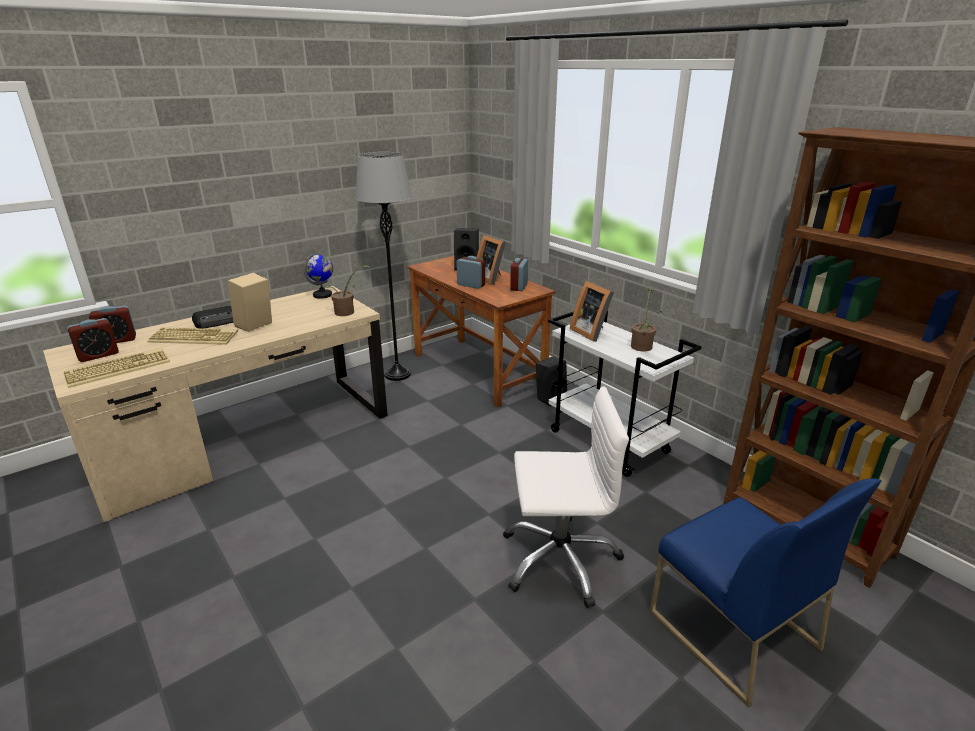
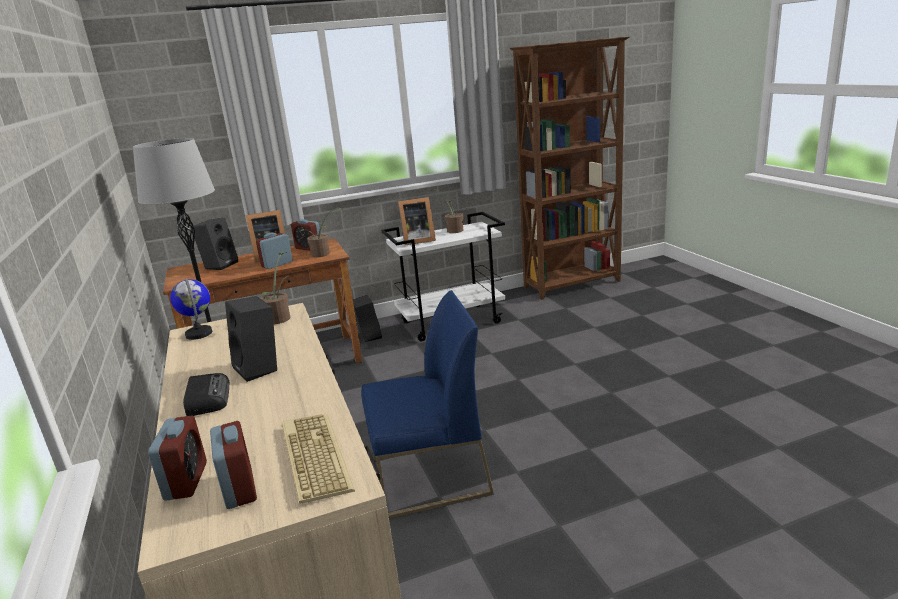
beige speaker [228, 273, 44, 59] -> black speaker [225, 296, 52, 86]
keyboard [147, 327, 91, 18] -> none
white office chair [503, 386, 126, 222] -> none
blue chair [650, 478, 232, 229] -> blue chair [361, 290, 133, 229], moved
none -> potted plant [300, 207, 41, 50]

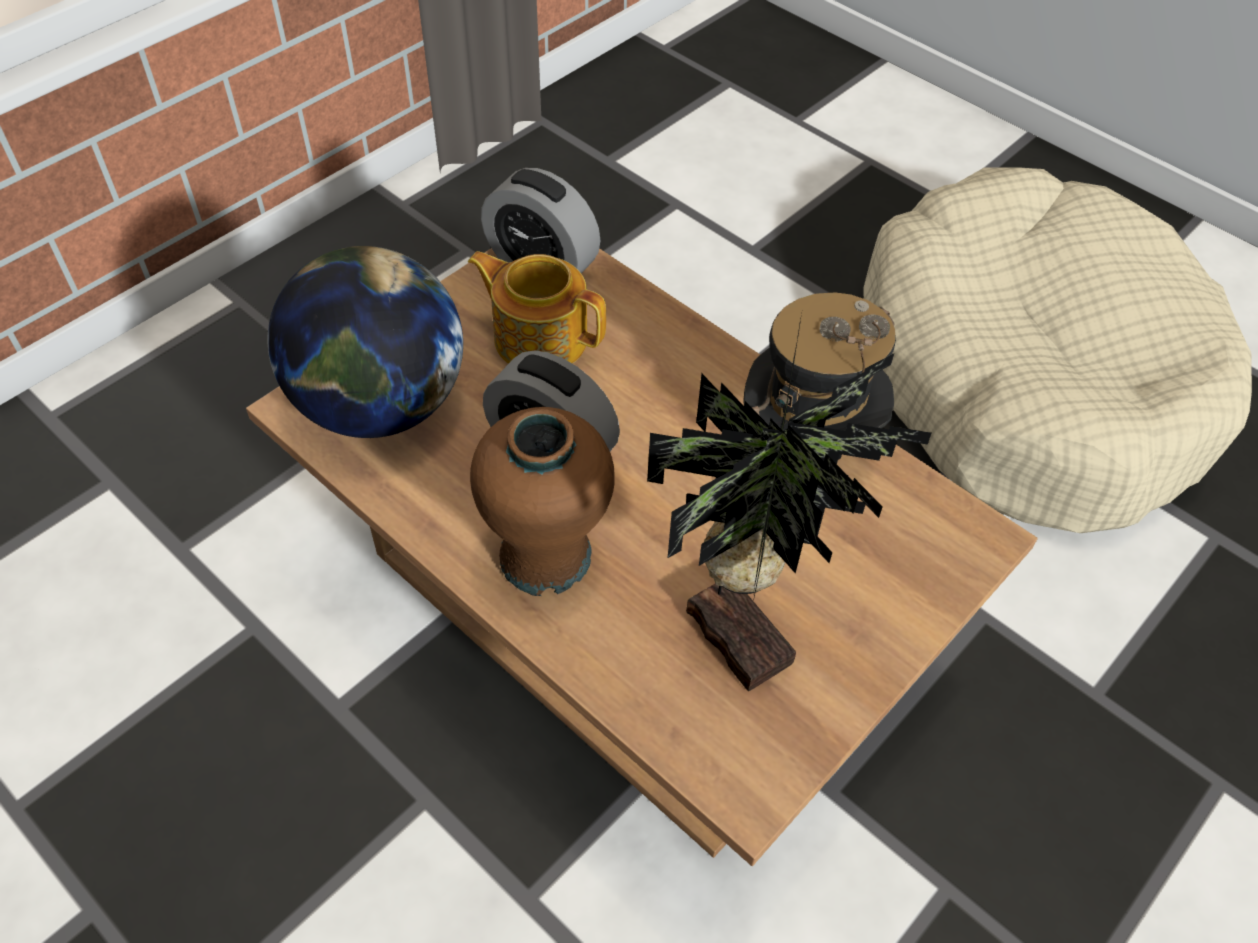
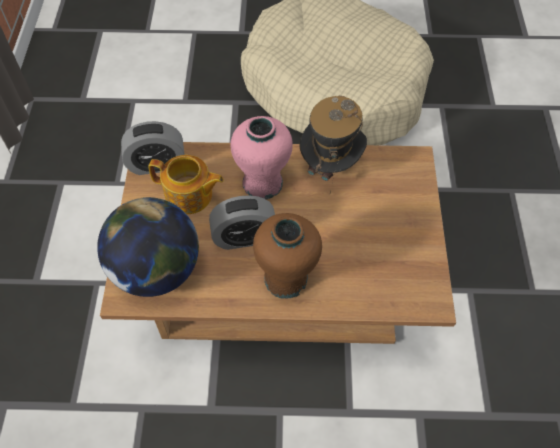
teapot [467, 251, 139, 113] -> teapot [148, 155, 76, 59], 150 degrees counterclockwise
potted plant [647, 314, 284, 378] -> none
none -> pink vase [231, 116, 62, 83]

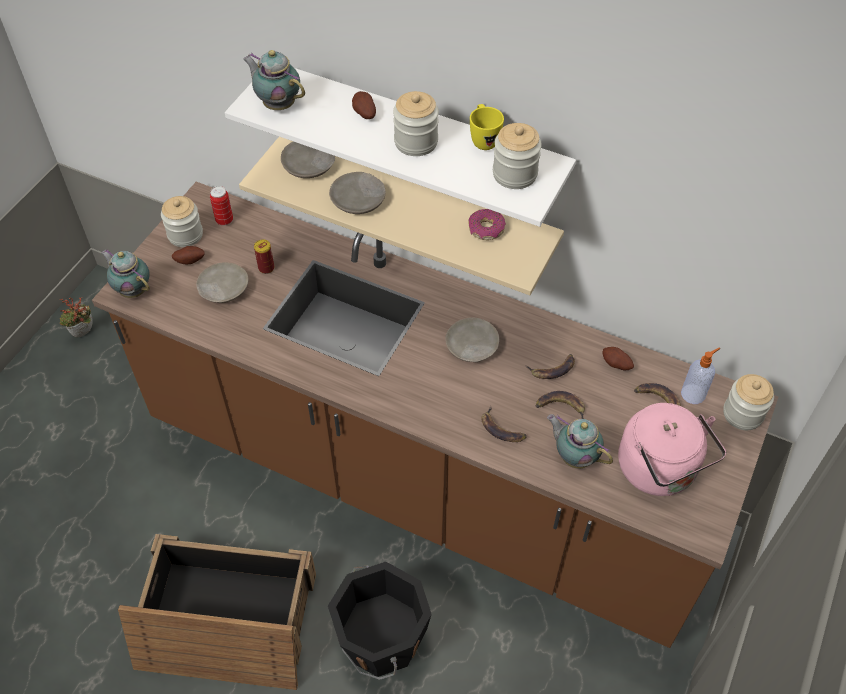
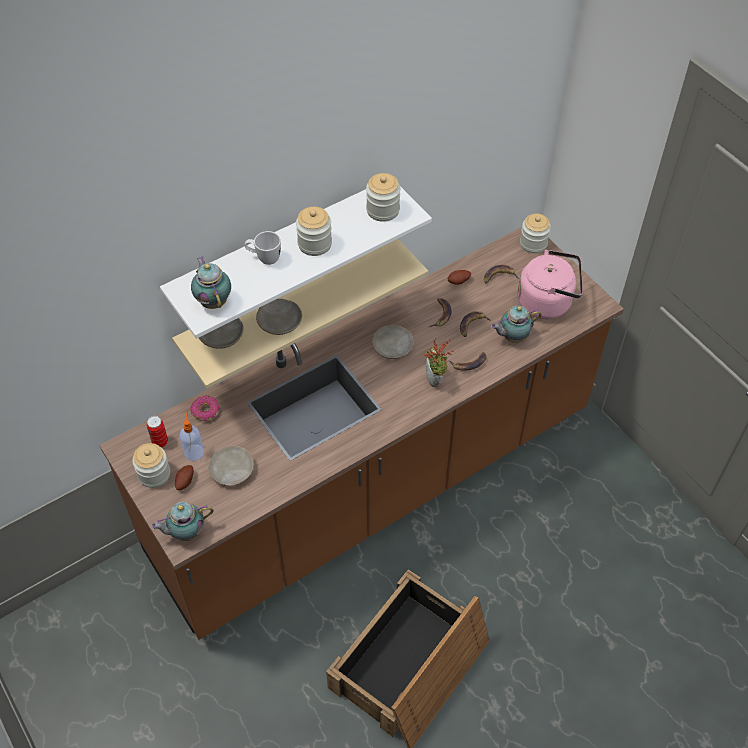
teapot [243, 50, 62, 60] -> teapot [191, 256, 40, 53], 90 degrees clockwise
potato [352, 91, 24, 28] -> white mug [245, 231, 36, 34]
yellow mug [470, 104, 34, 46] -> none
donut [468, 209, 38, 31] -> donut [190, 395, 30, 27], moved
can [254, 239, 20, 35] -> none
potted plant [60, 297, 33, 41] -> potted plant [424, 338, 30, 50], moved
soap dispenser [681, 347, 39, 57] -> soap dispenser [180, 412, 24, 49], moved
black bucket [328, 562, 104, 118] -> none

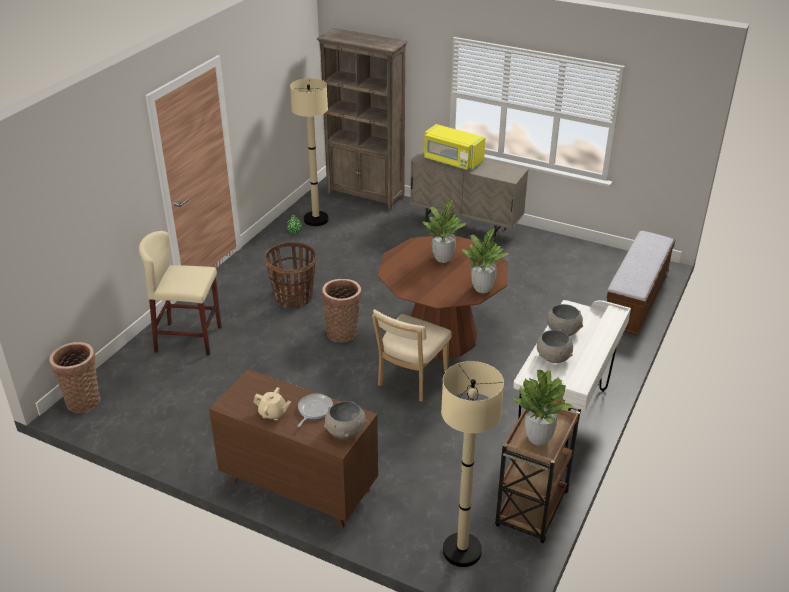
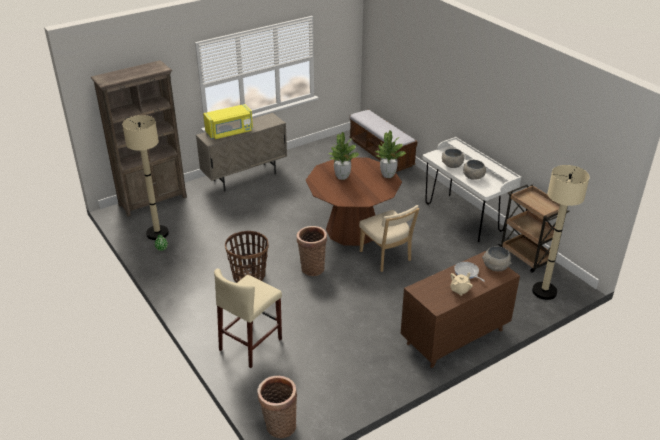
potted plant [513, 370, 60, 76] -> none

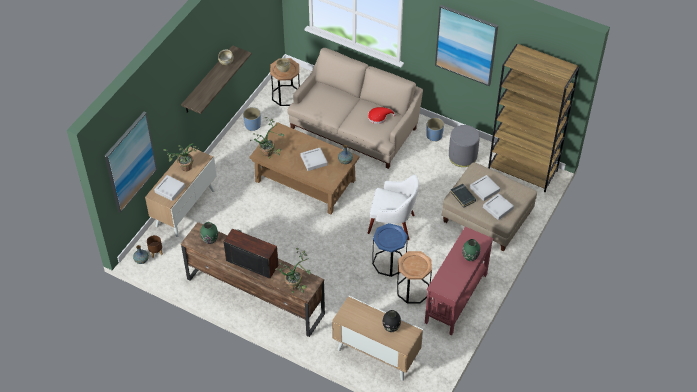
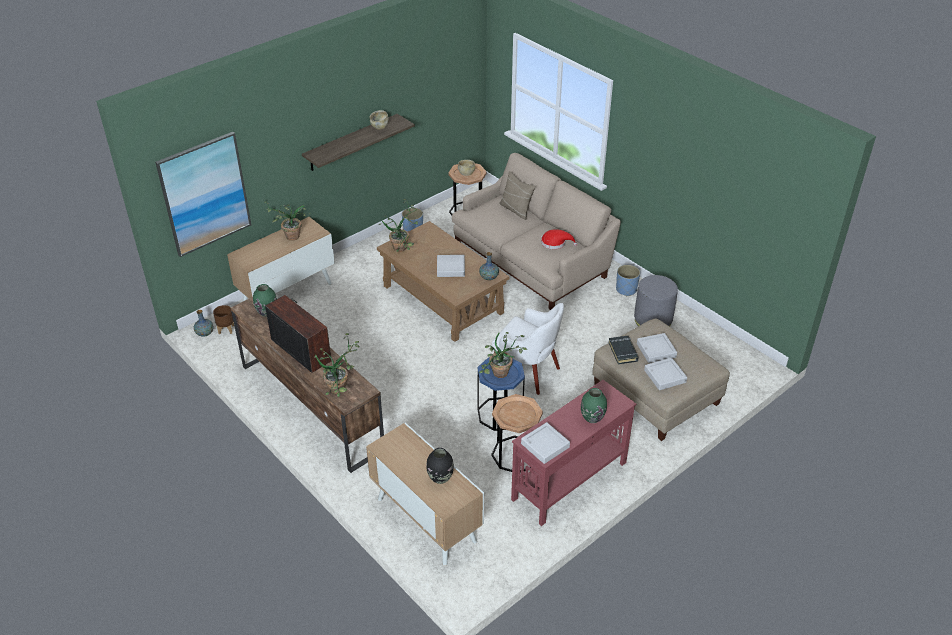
picture [435, 5, 63, 81] -> none
brown bookcase [488, 44, 91, 148] -> none
grey tray [154, 175, 31, 26] -> grey tray [521, 422, 49, 42], moved
none -> beige pillow [499, 171, 37, 49]
none -> potted plant [479, 332, 49, 46]

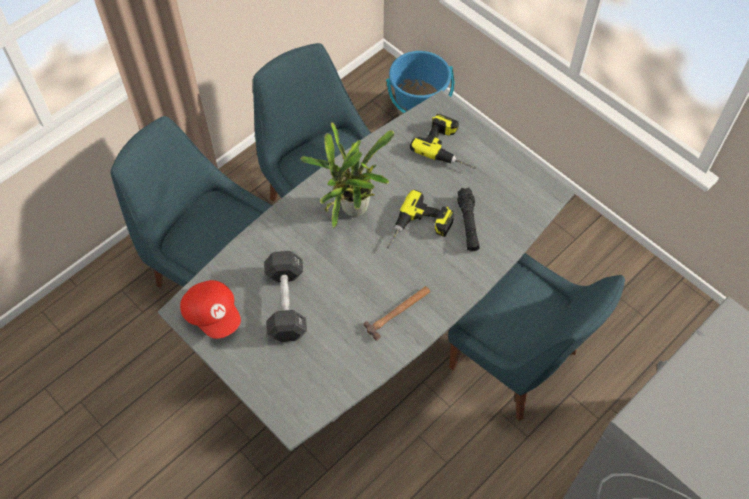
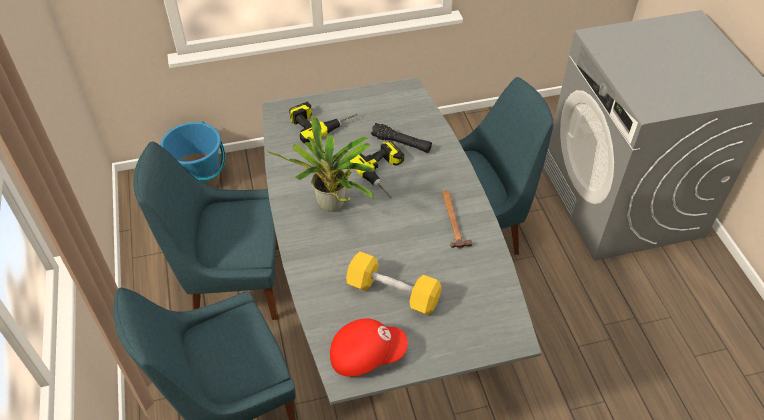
black dumbbell [264, 251, 43, 91] -> yellow dumbbell [346, 251, 96, 64]

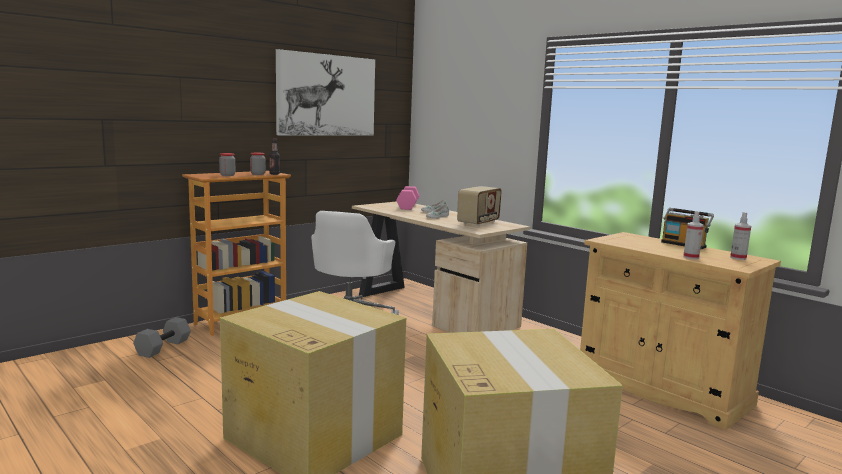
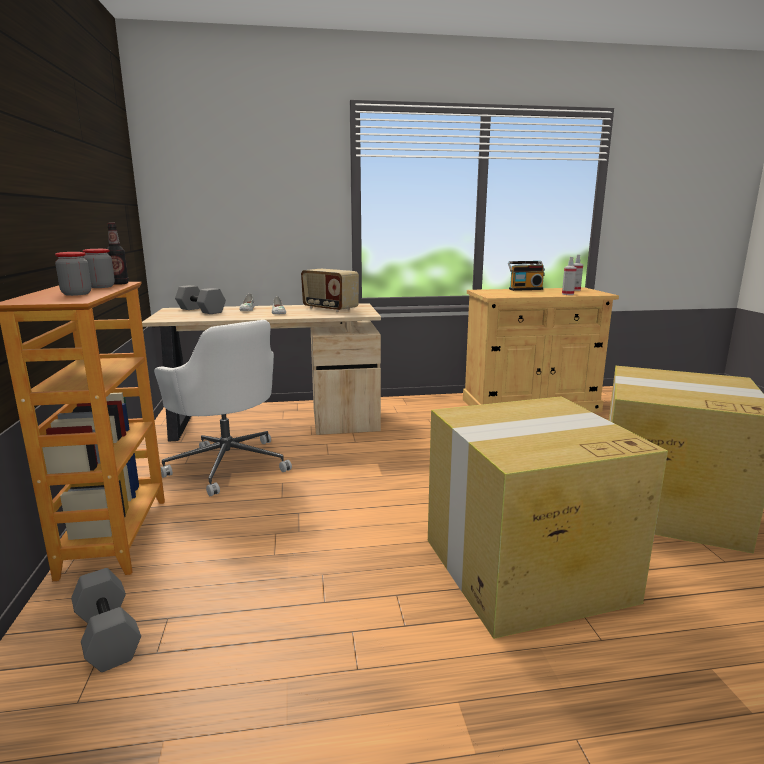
picture [276, 49, 99, 86] -> none
pink dumbbell [396, 186, 24, 24] -> grey dumbbell [175, 285, 51, 29]
radio [457, 186, 45, 40] -> radio [301, 269, 58, 43], 150 degrees clockwise

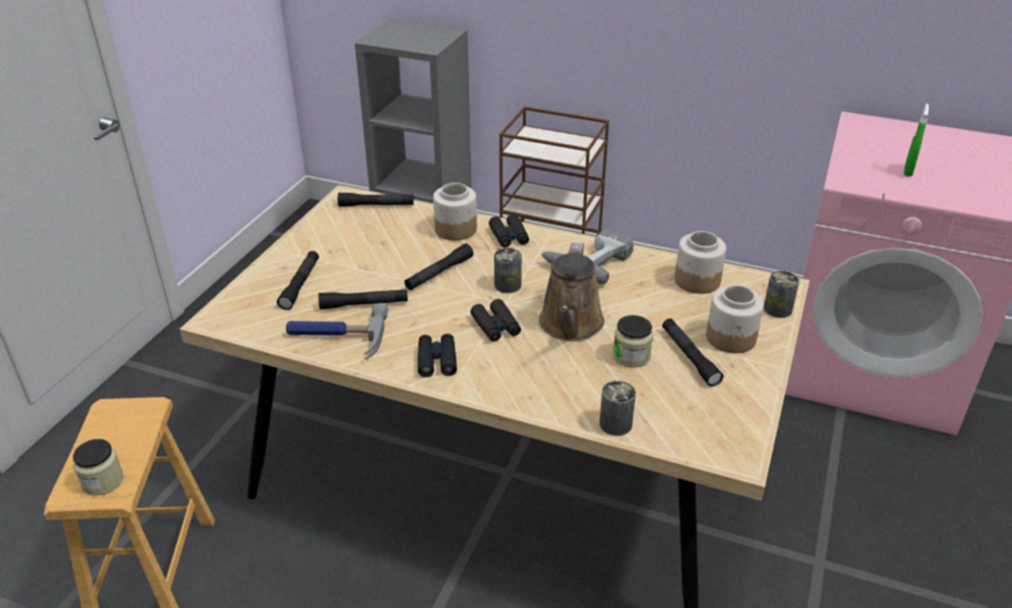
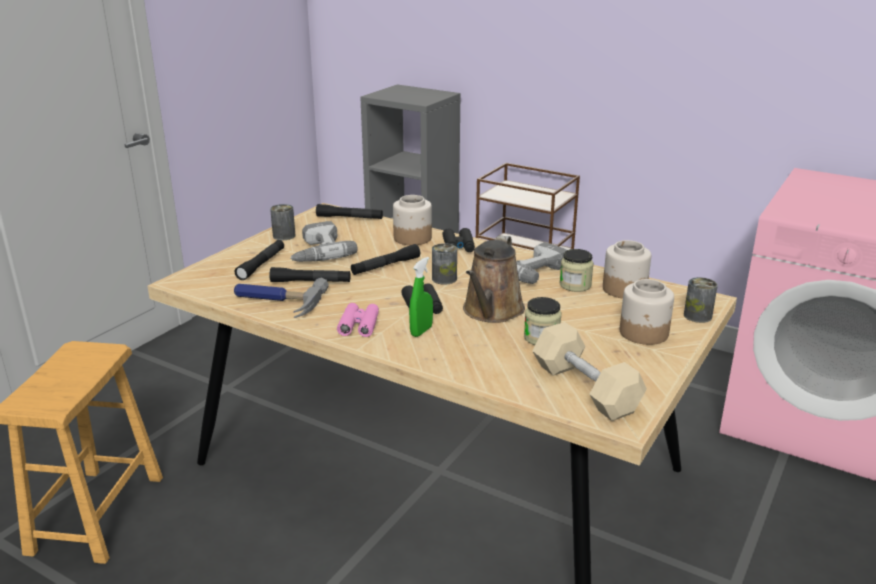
green spray bottle [904, 104, 25, 73] -> green spray bottle [409, 257, 24, 80], moved
black flashlight [662, 318, 61, 69] -> none
black binoculars [418, 334, 39, 43] -> pink binoculars [337, 303, 42, 34]
can [599, 381, 37, 55] -> can [270, 204, 25, 36], moved
jar [73, 439, 51, 57] -> jar [559, 249, 35, 43], moved
none -> power drill [290, 221, 67, 41]
none -> beige dumbbell [532, 322, 115, 99]

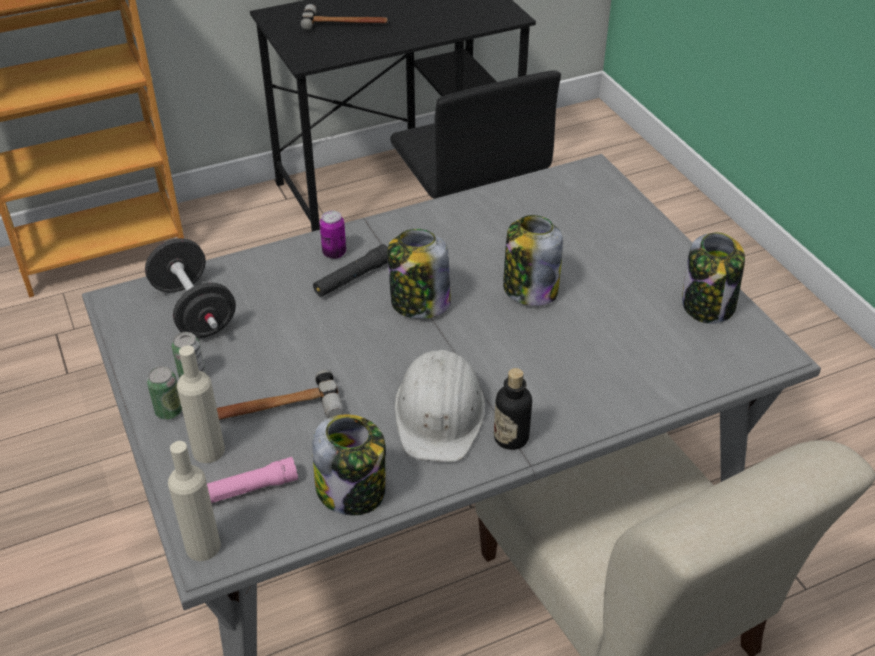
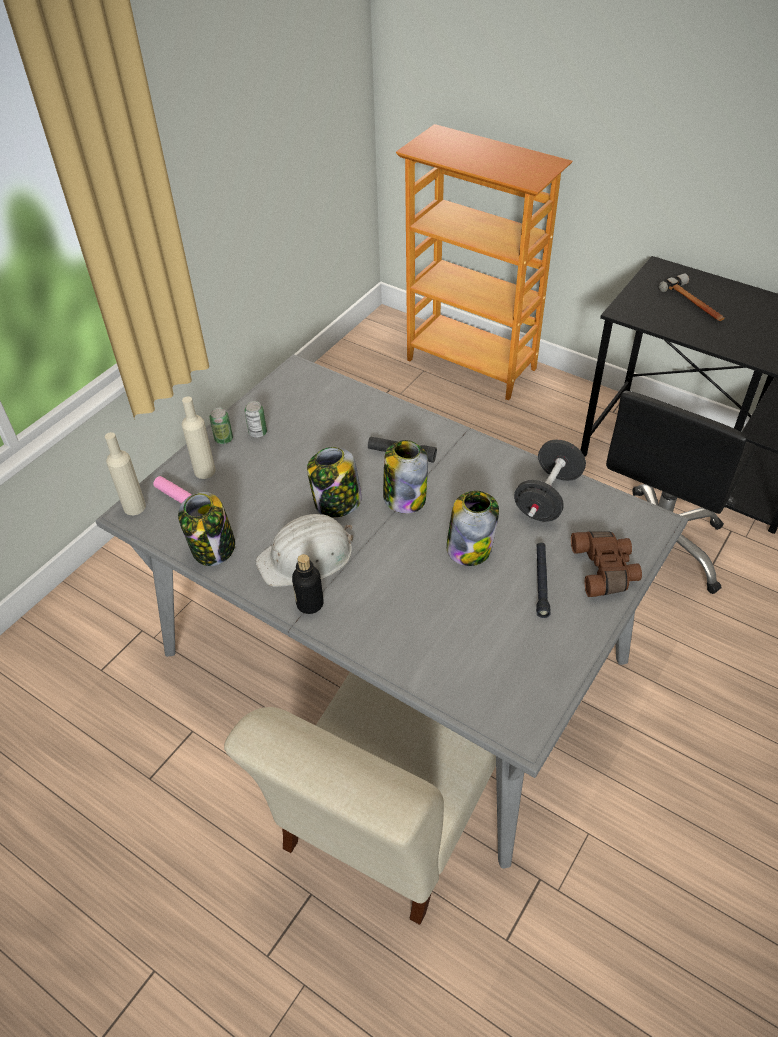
can [320, 211, 26, 48] -> none
jar [682, 232, 63, 92] -> jar [307, 447, 55, 71], moved
black dumbbell [145, 238, 91, 100] -> black dumbbell [514, 440, 72, 82], moved
hammer [217, 370, 127, 50] -> none
none -> brown binoculars [571, 532, 71, 65]
none -> black flashlight [536, 543, 15, 75]

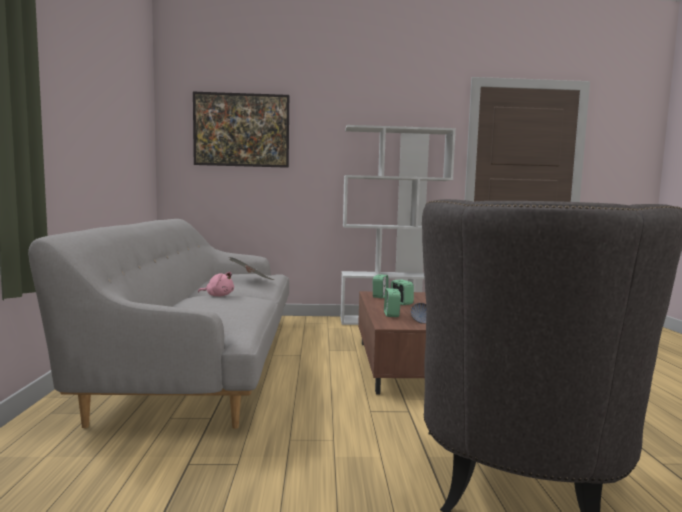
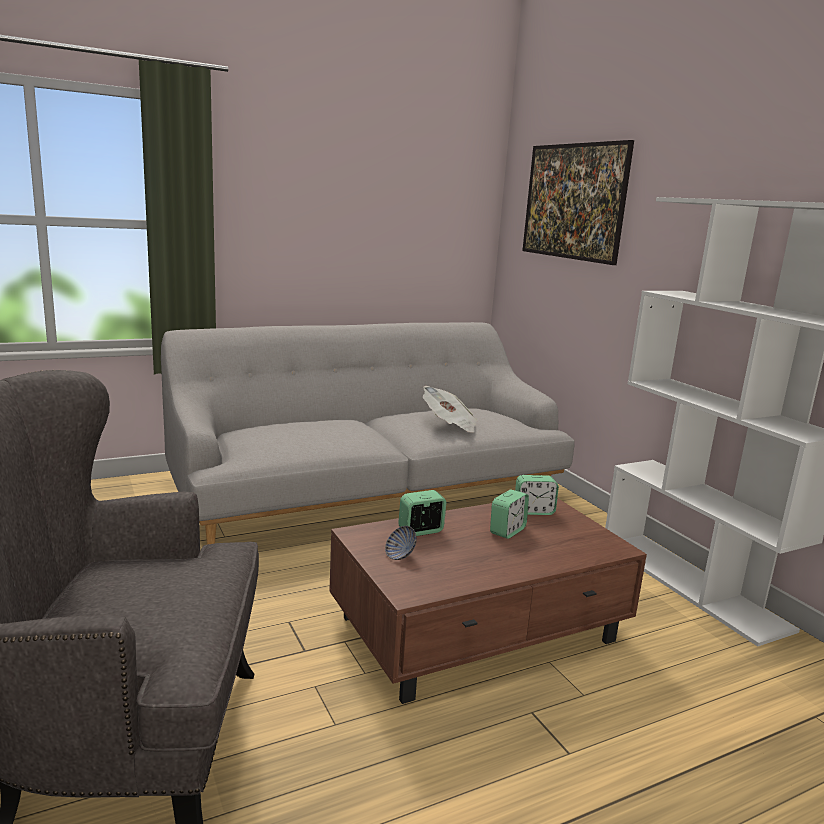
pink plush toy [198, 272, 36, 24] -> none

